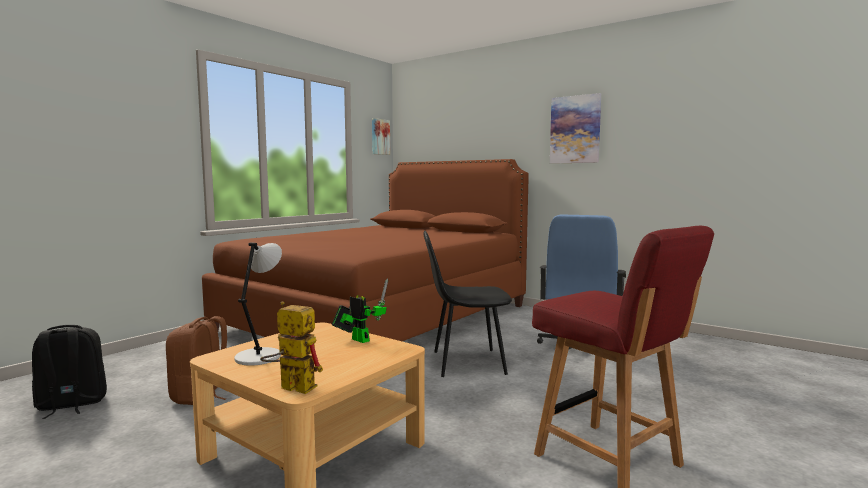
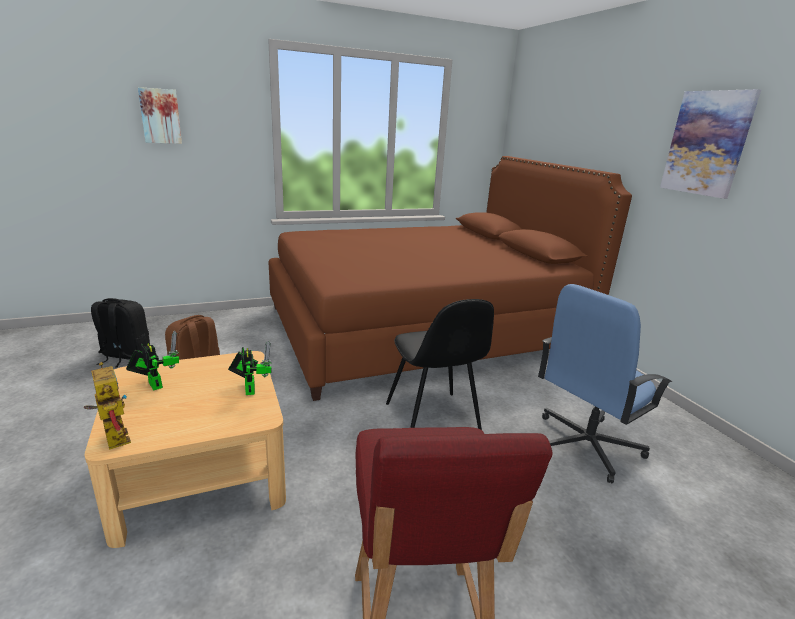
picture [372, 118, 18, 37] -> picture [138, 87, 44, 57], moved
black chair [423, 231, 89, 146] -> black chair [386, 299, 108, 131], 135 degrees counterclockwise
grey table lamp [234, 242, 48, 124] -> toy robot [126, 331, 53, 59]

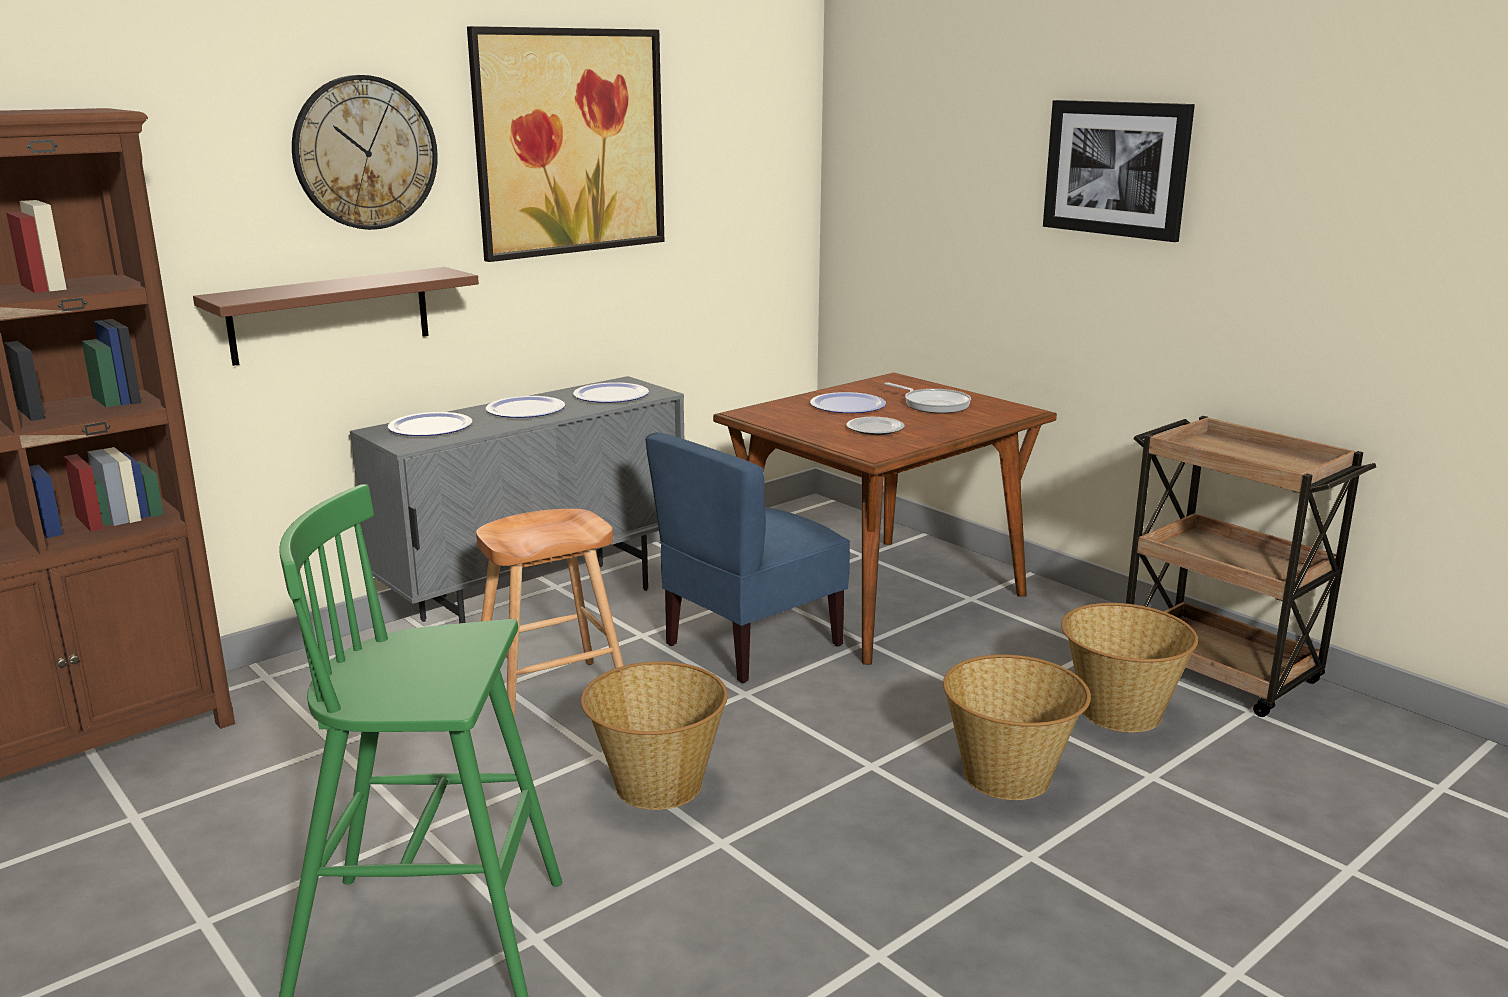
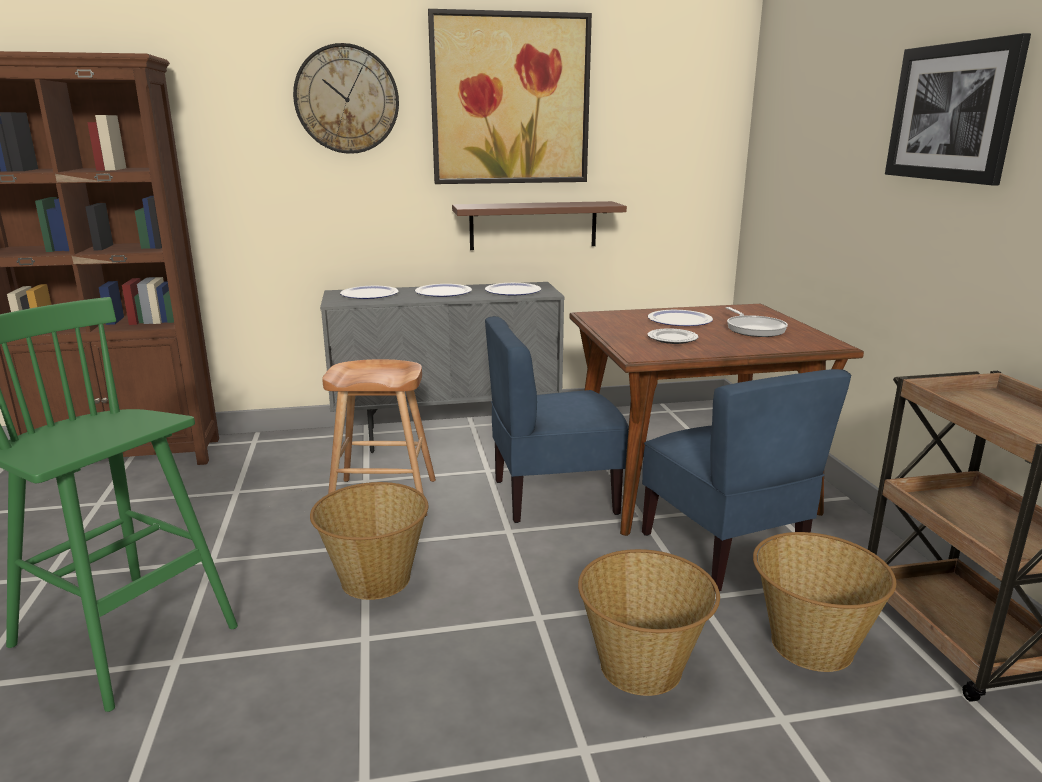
brown shelf [193, 267, 286, 99] -> brown shelf [452, 201, 175, 49], moved
none -> blue chair [642, 369, 209, 222]

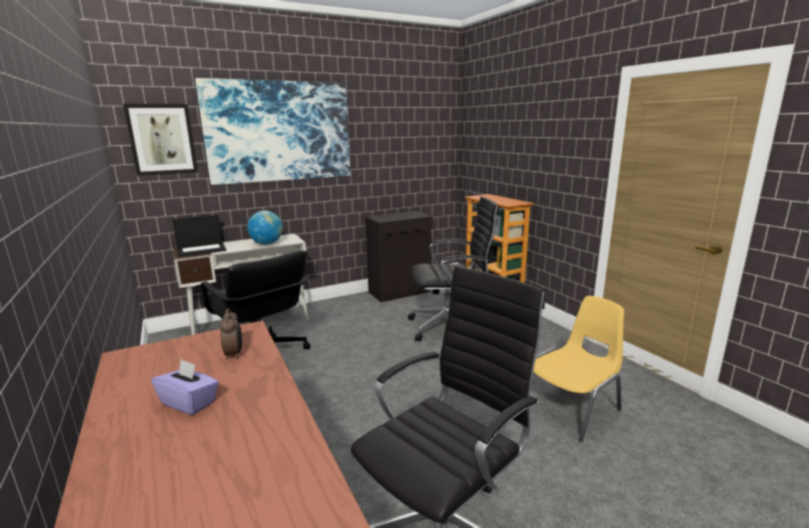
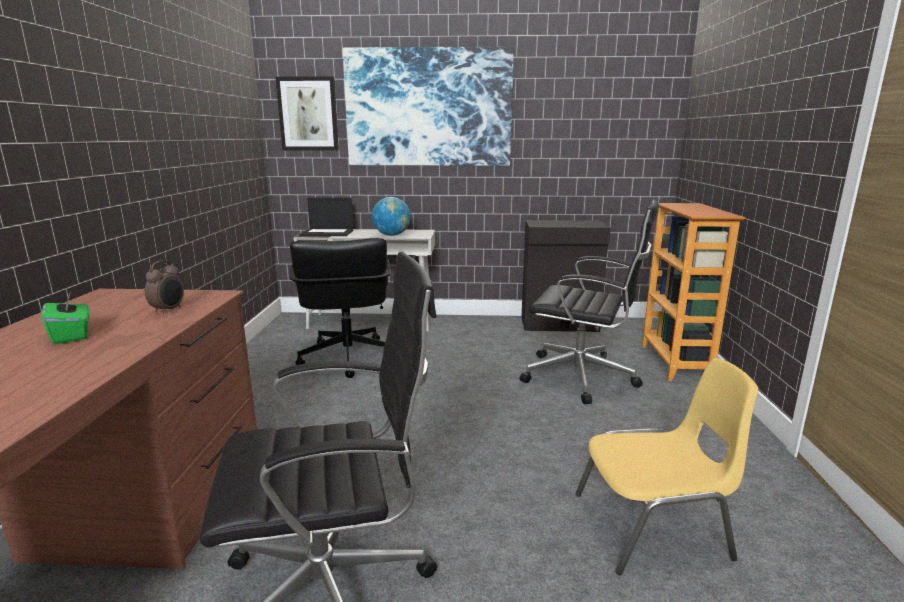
purple tissue box [151, 359, 68, 56] -> green tissue box [42, 291, 47, 53]

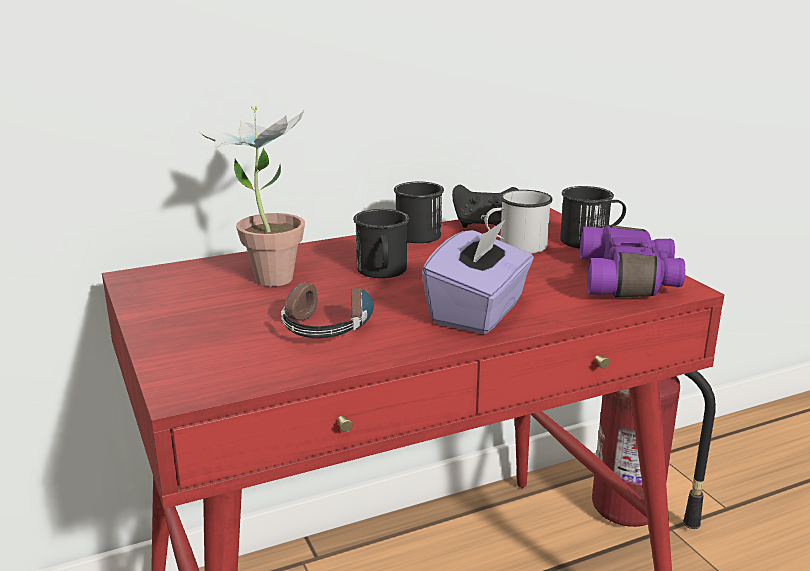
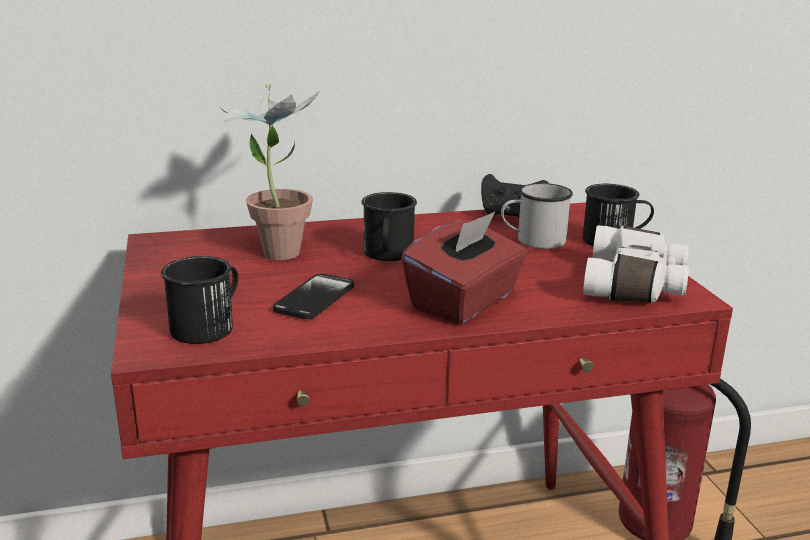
black mug [394, 182, 50, 61] -> black mug [161, 256, 77, 88], moved
purple tissue box [422, 220, 112, 114] -> red tissue box [401, 211, 126, 113]
purple binoculars [580, 225, 105, 73] -> white binoculars [583, 225, 106, 77]
headphones [281, 283, 93, 55] -> phone [273, 274, 81, 45]

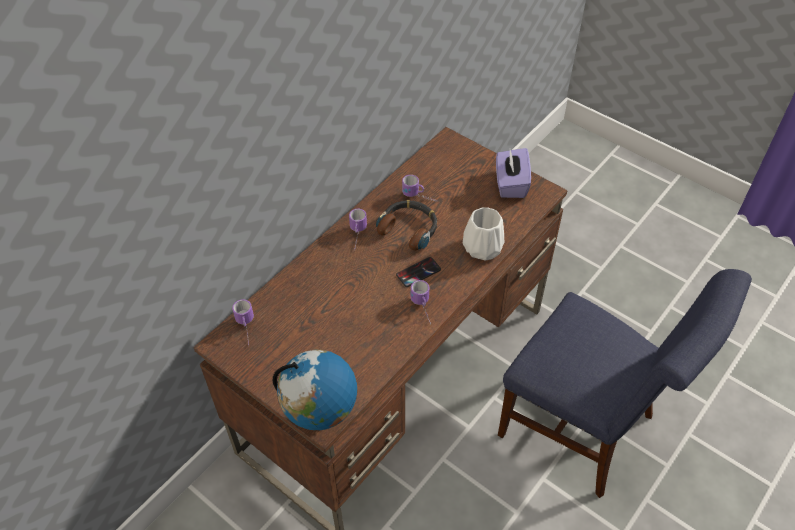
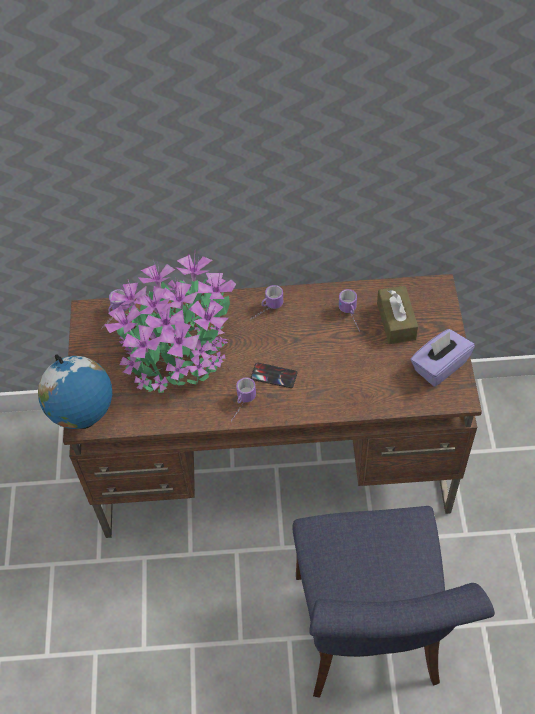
headphones [376, 200, 61, 51] -> none
white vase [463, 207, 42, 54] -> none
none -> potted plant [104, 254, 132, 139]
none -> brown tissue box [377, 286, 41, 58]

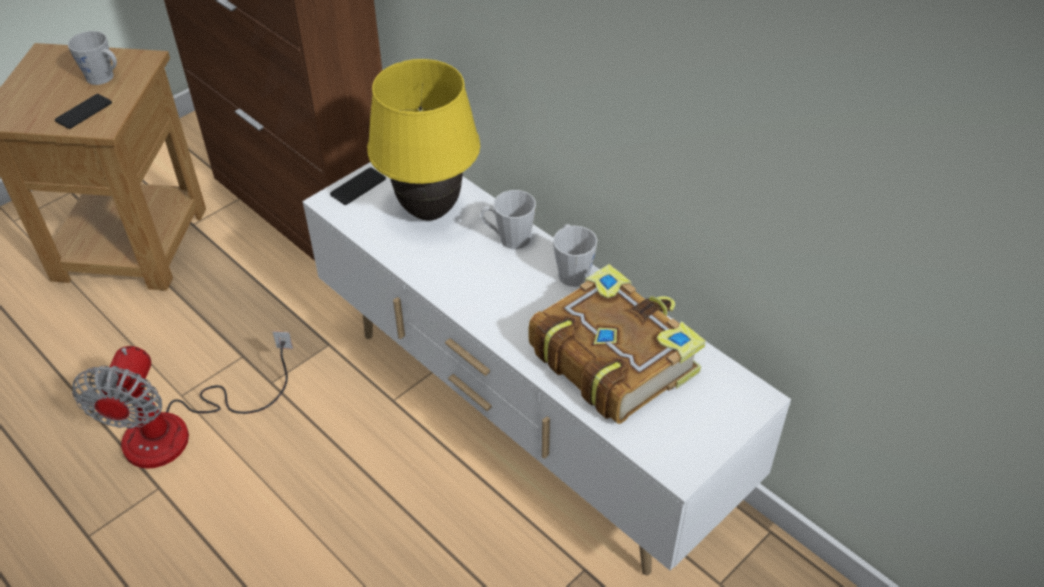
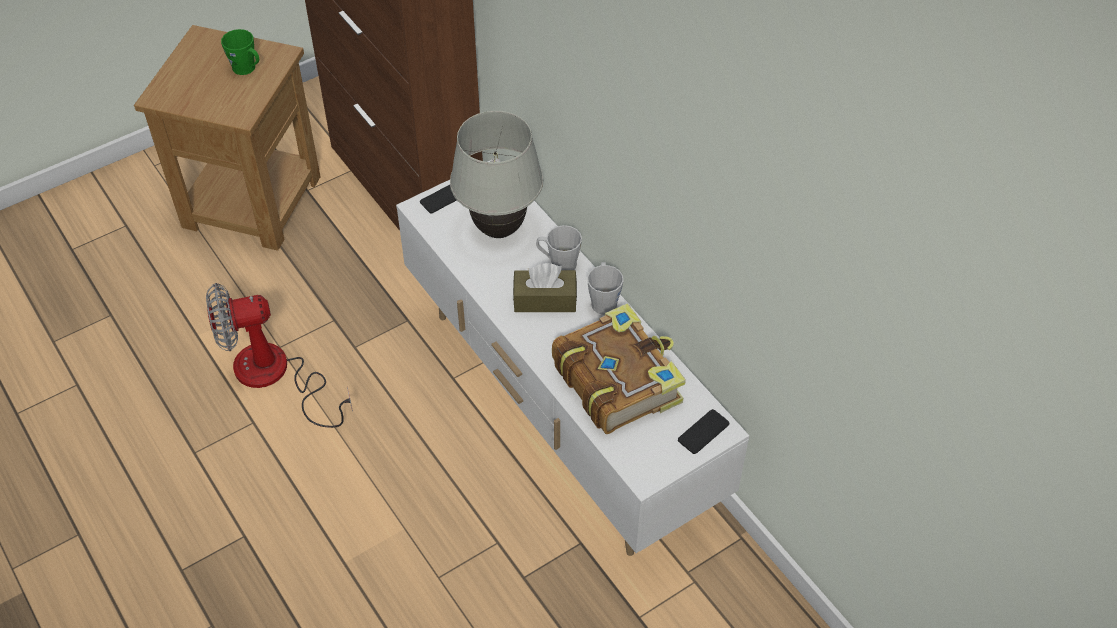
grey mug [68, 31, 49, 54] -> green mug [221, 29, 38, 46]
yellow table lamp [367, 59, 113, 162] -> white table lamp [450, 111, 93, 127]
phone [55, 94, 57, 35] -> phone [678, 409, 51, 45], moved
fan [72, 331, 221, 138] -> fan [206, 283, 147, 145], 60 degrees clockwise
none -> brown tissue box [513, 263, 64, 49]

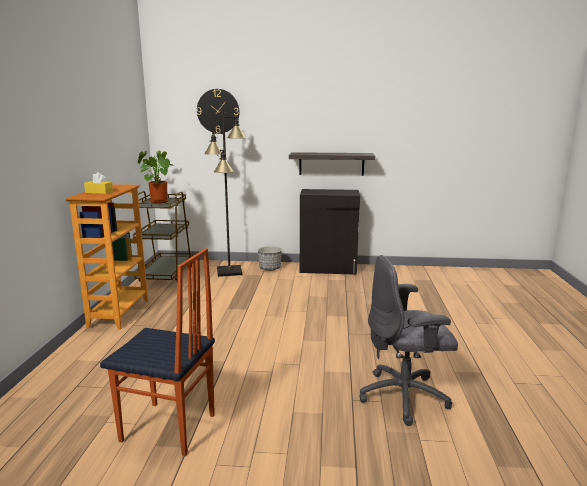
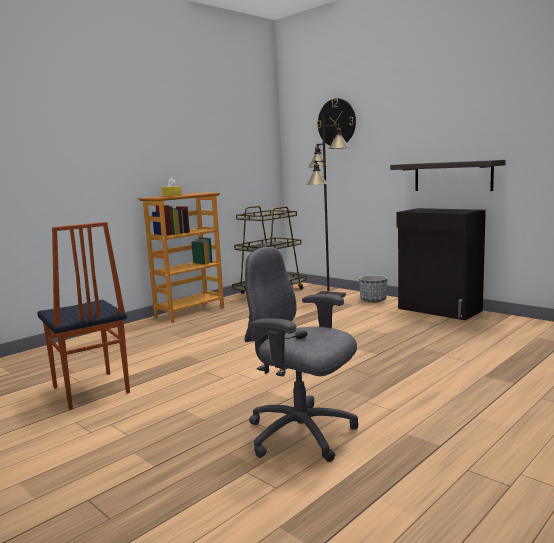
potted plant [138, 150, 36, 53] -> none

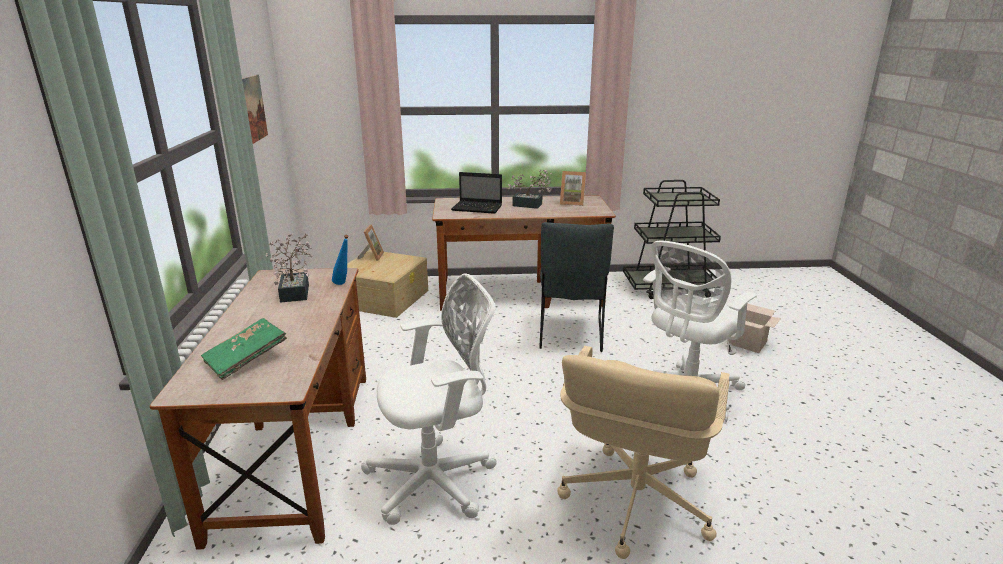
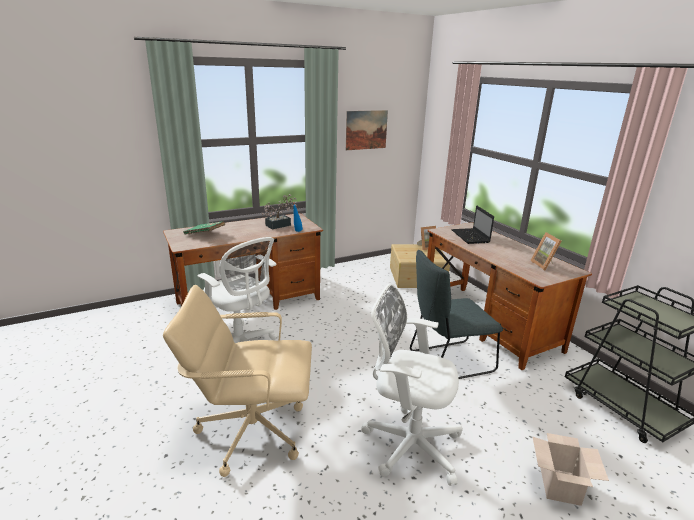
potted plant [507, 170, 45, 39] -> none

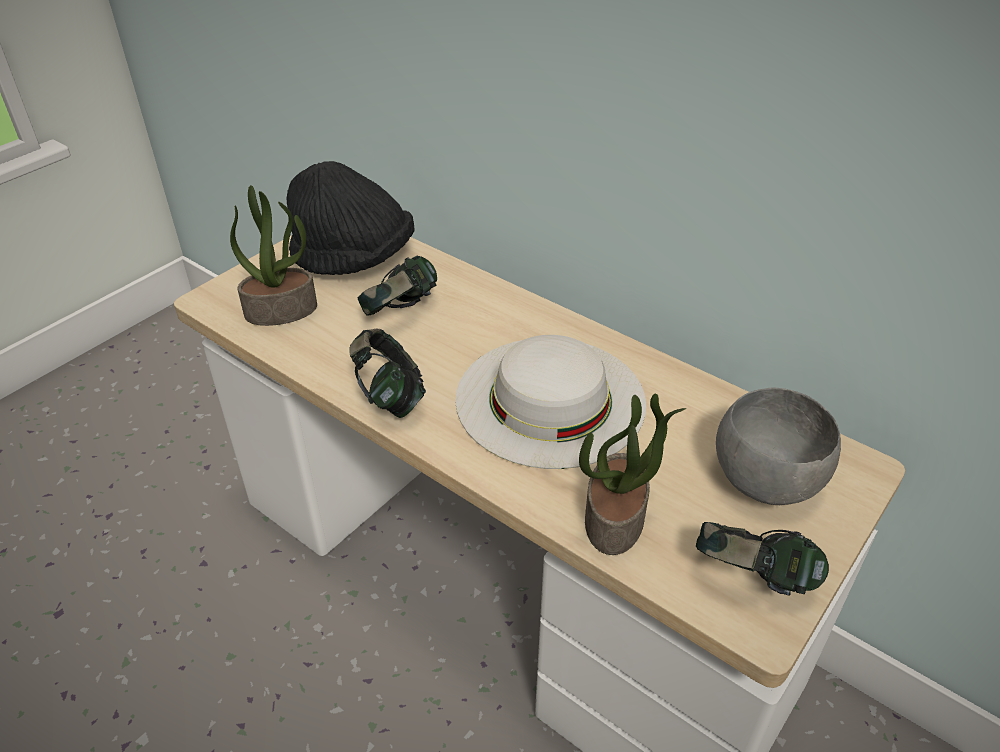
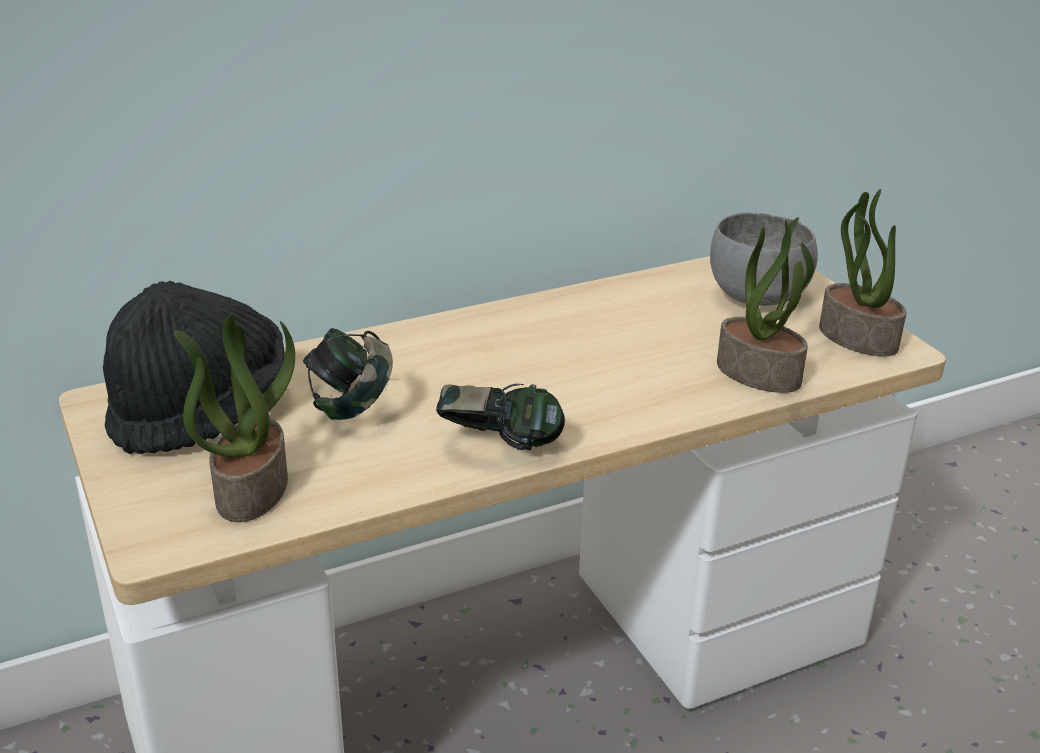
white hat [455, 335, 191, 134] -> none
headphones [696, 522, 133, 74] -> potted plant [819, 189, 87, 168]

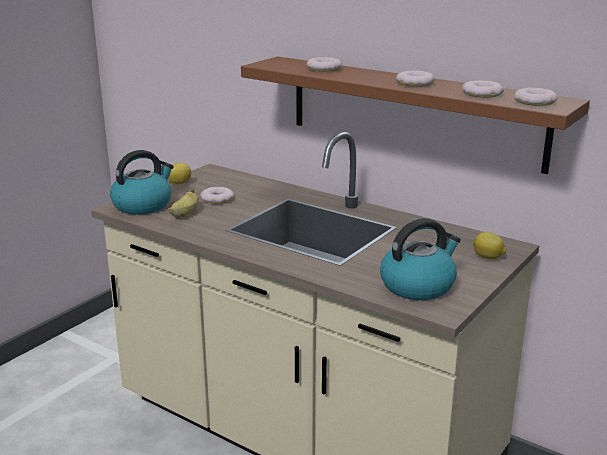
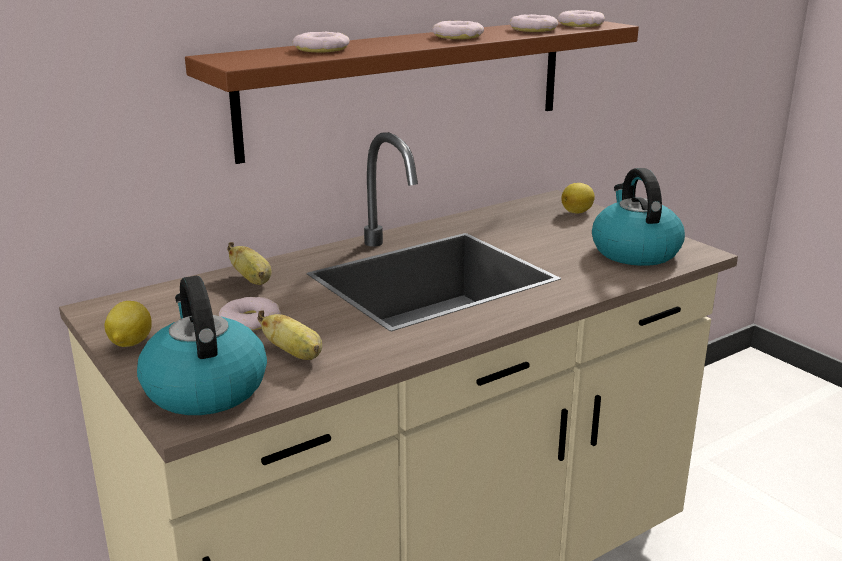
none -> banana [227, 242, 44, 43]

